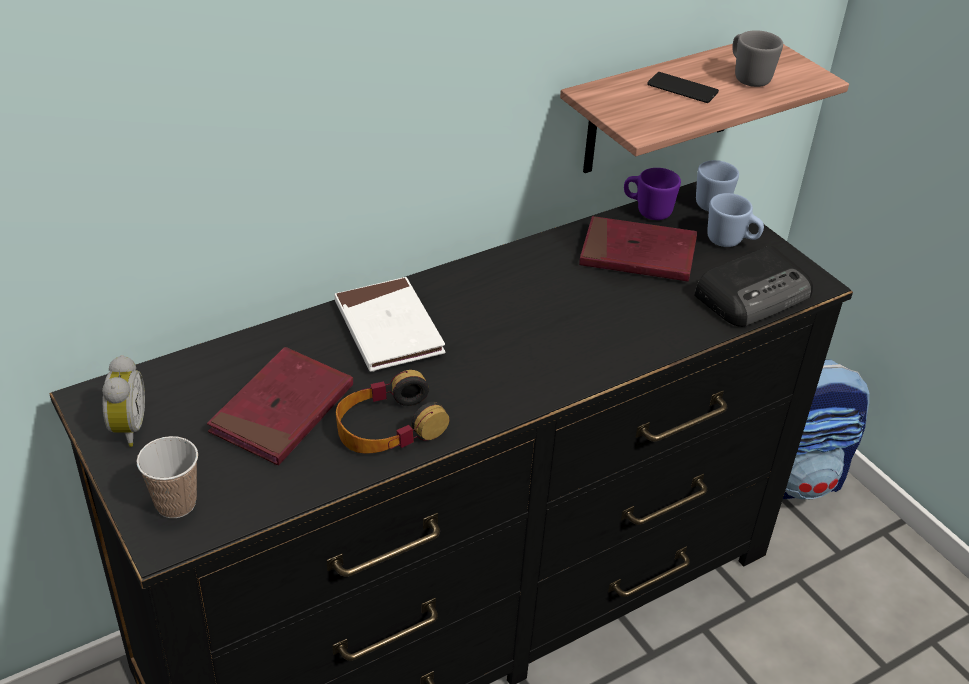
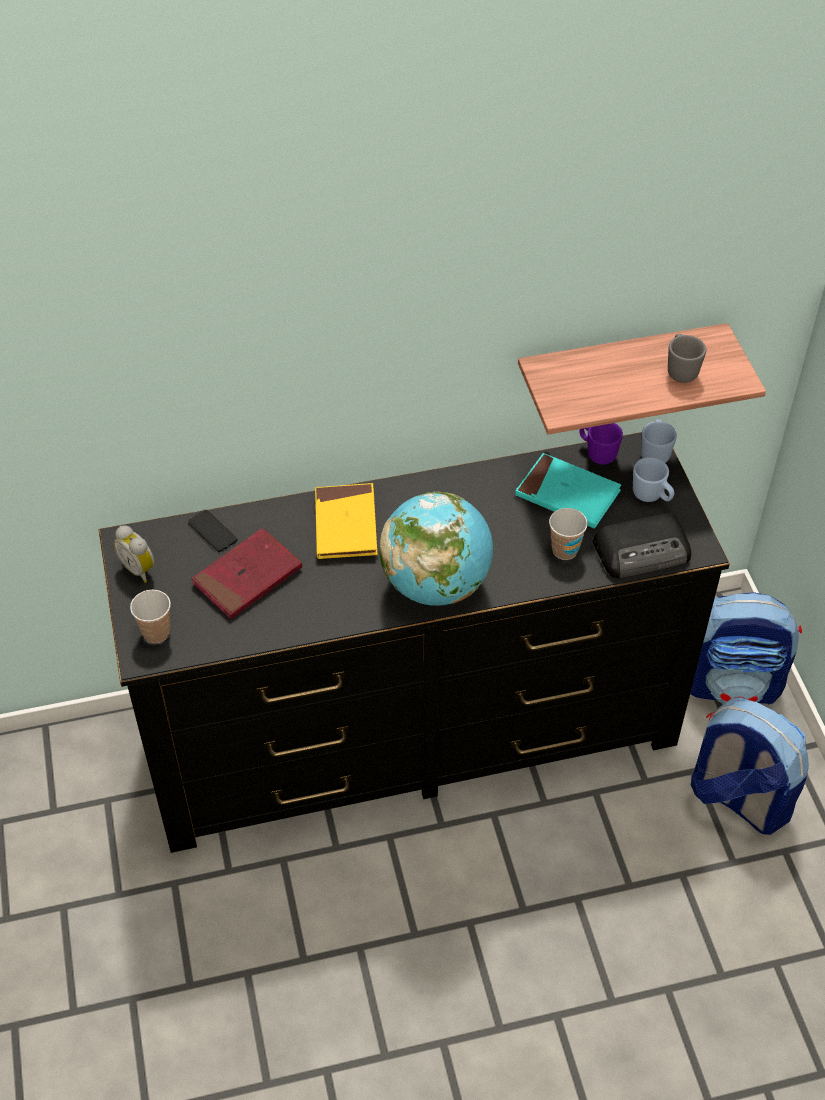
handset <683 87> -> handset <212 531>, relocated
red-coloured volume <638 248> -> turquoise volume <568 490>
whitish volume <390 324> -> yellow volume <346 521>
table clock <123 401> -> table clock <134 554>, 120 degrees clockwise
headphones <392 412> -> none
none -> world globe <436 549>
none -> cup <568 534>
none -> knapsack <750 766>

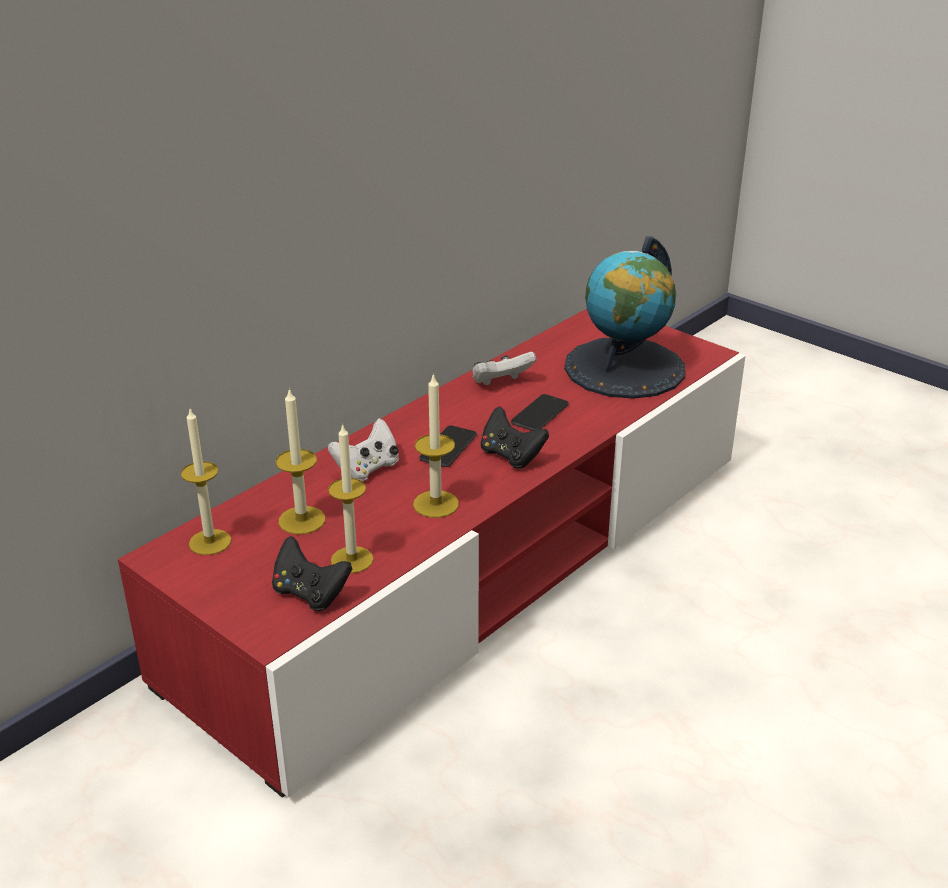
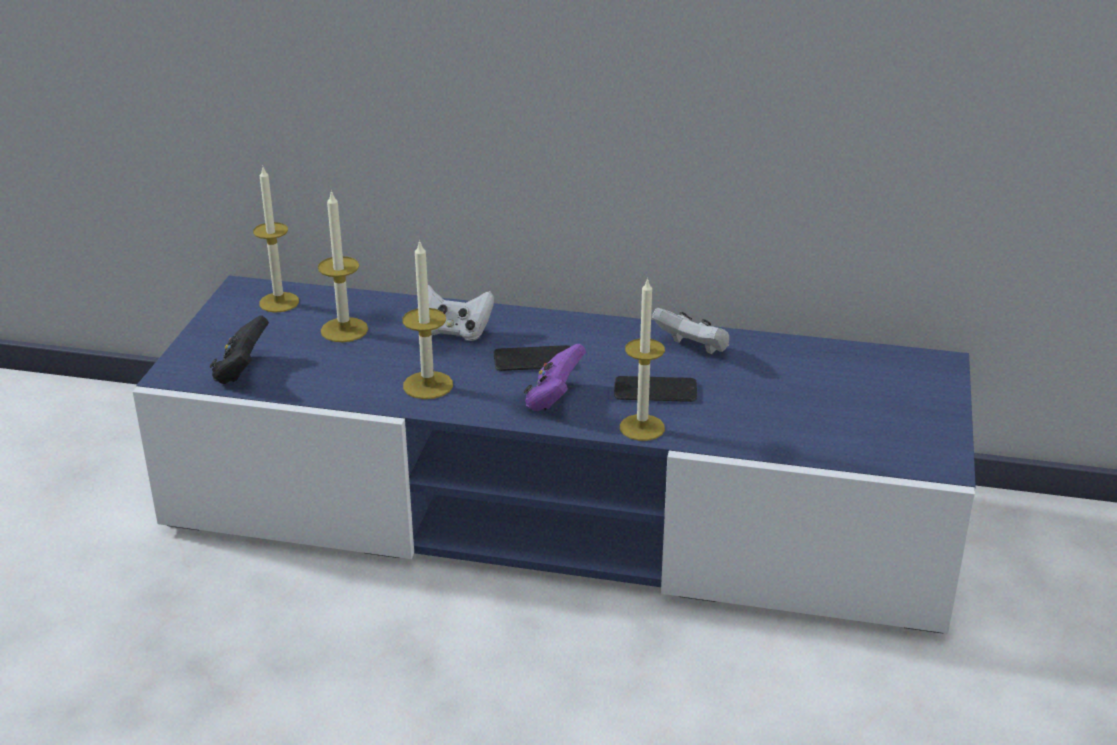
world globe <624 317> -> none
red-coloured tv stand <431 553> -> blue-coloured tv stand <554 455>
blackish joypad <515 437> -> purplish joypad <555 377>
candle <351 498> -> candle <642 359>, relocated

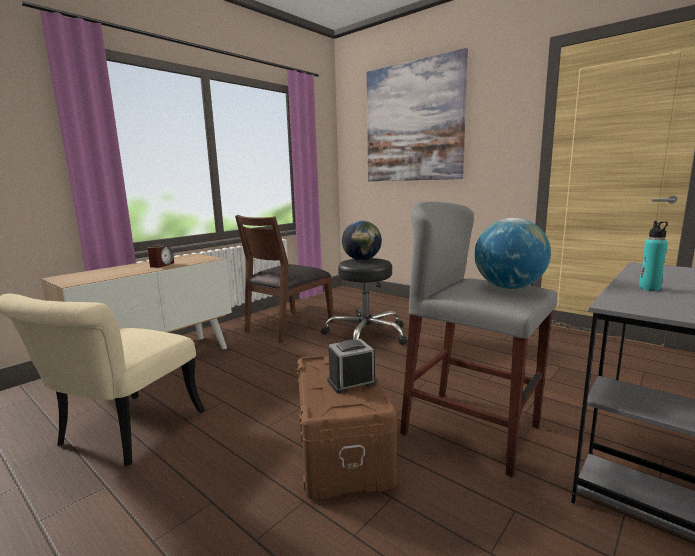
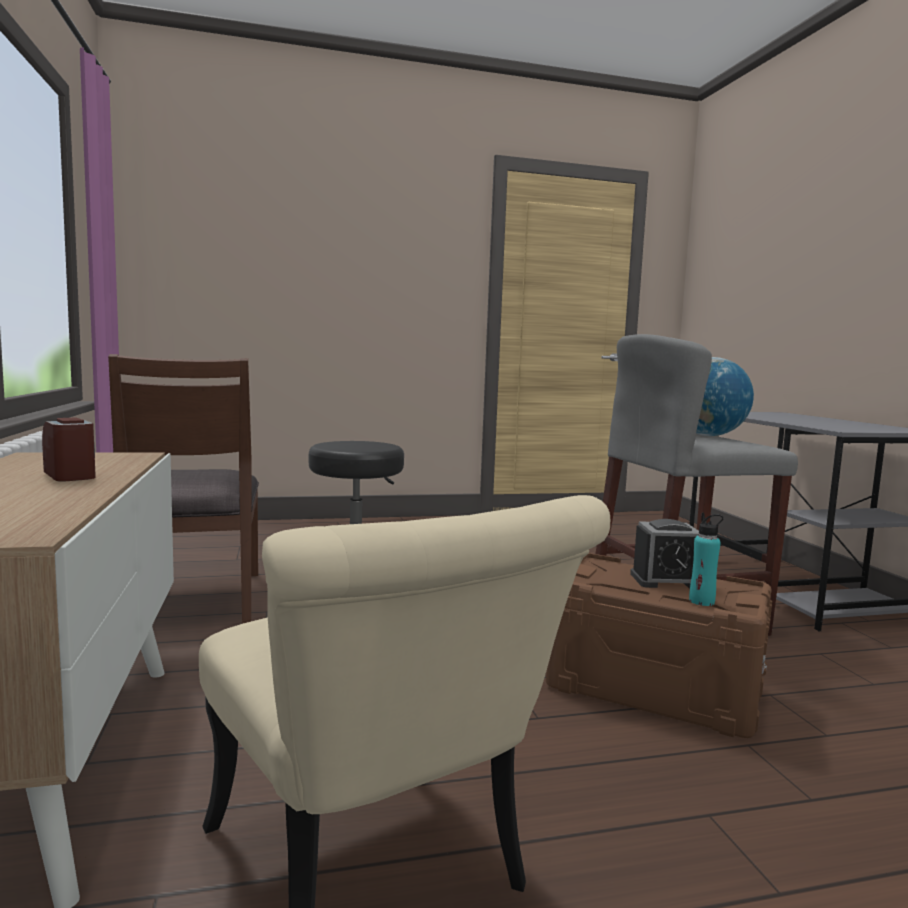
wall picture <417 114> -> none
world globe <362 240> -> none
turquoise bottle <653 256> -> turquoise bottle <706 559>, relocated
table clock <352 366> -> table clock <664 554>, 105 degrees counterclockwise

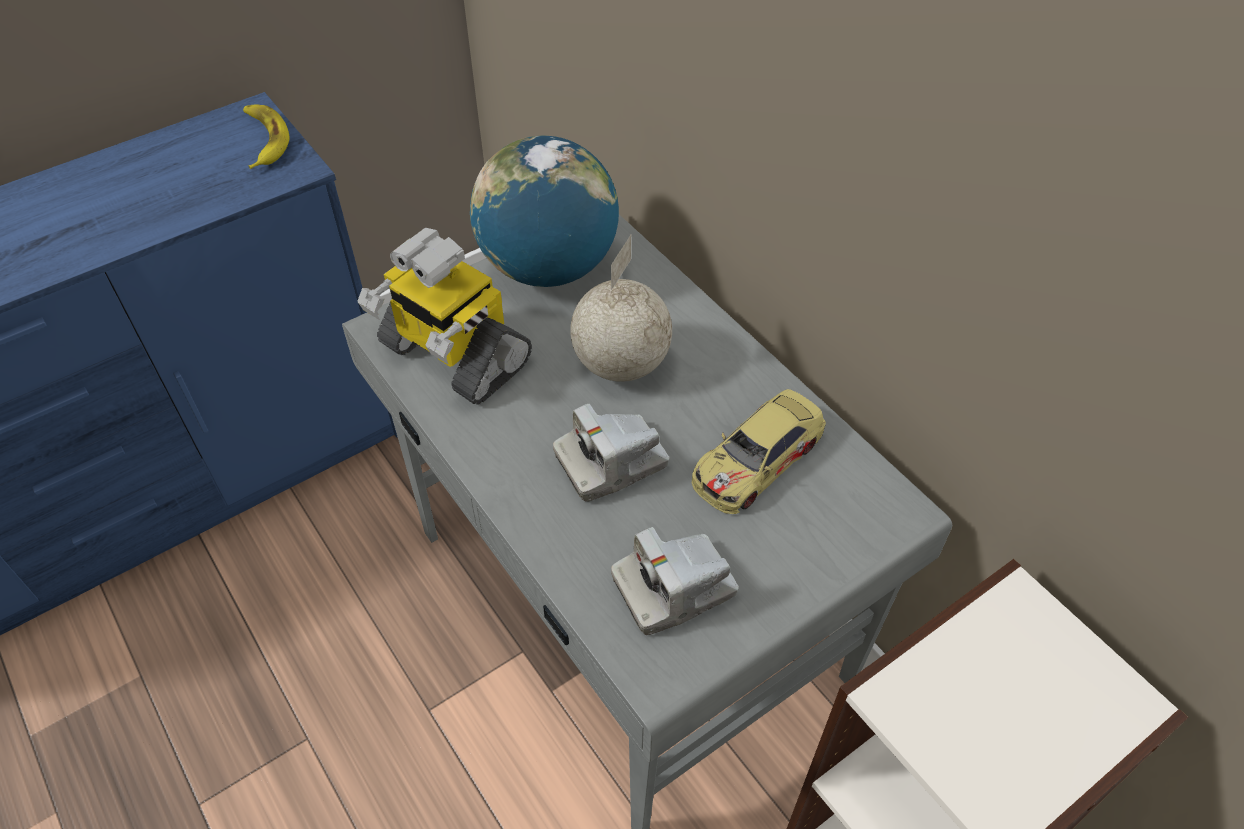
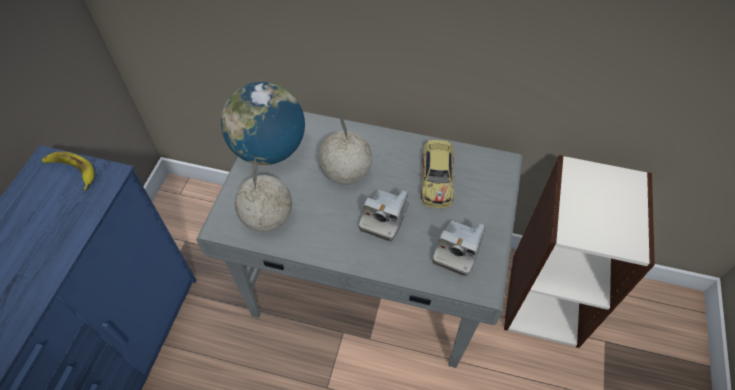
toy robot <444 316> -> world globe <263 195>

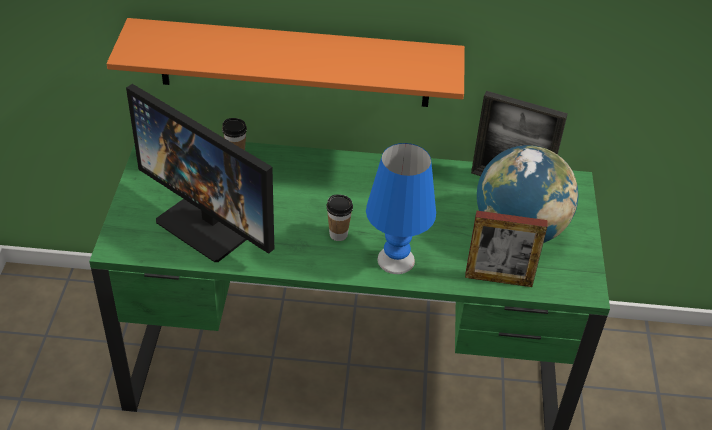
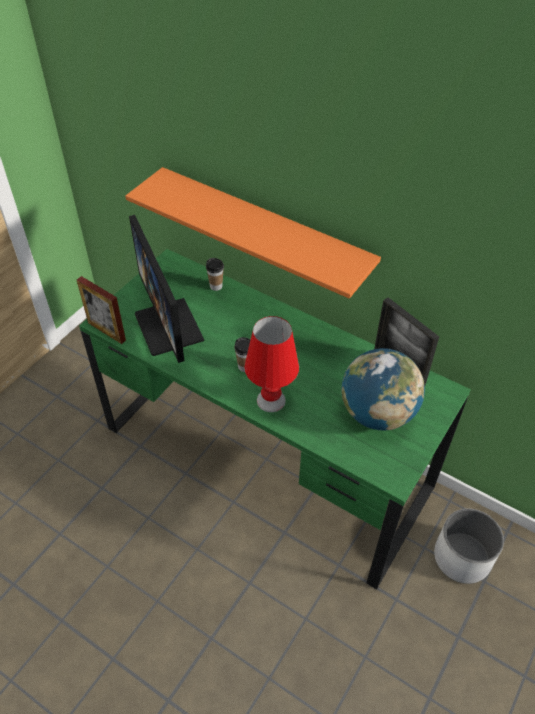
blue-coloured tabletop lamp <401 208> -> red-coloured tabletop lamp <271 364>
photo frame <506 249> -> photo frame <101 310>, relocated
none -> whitish planter <469 546>

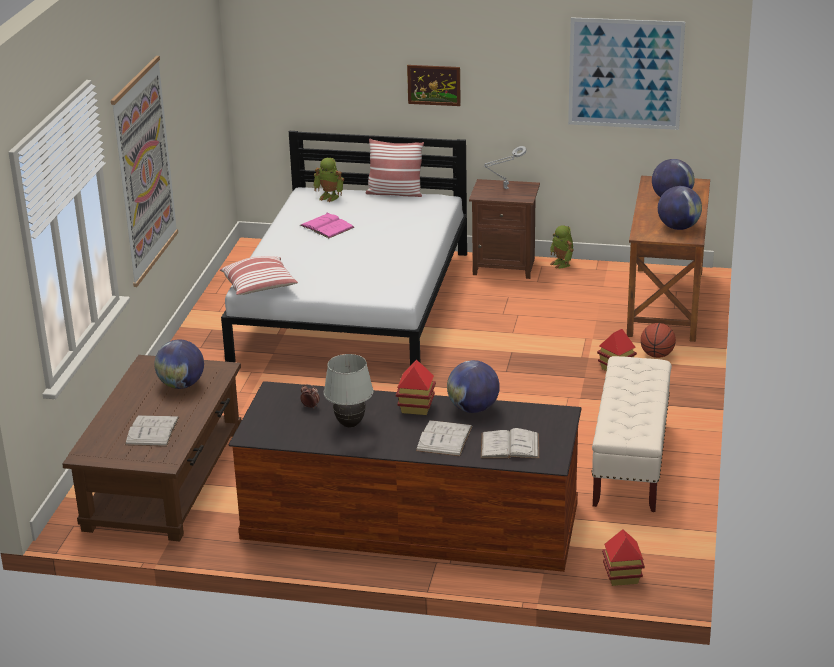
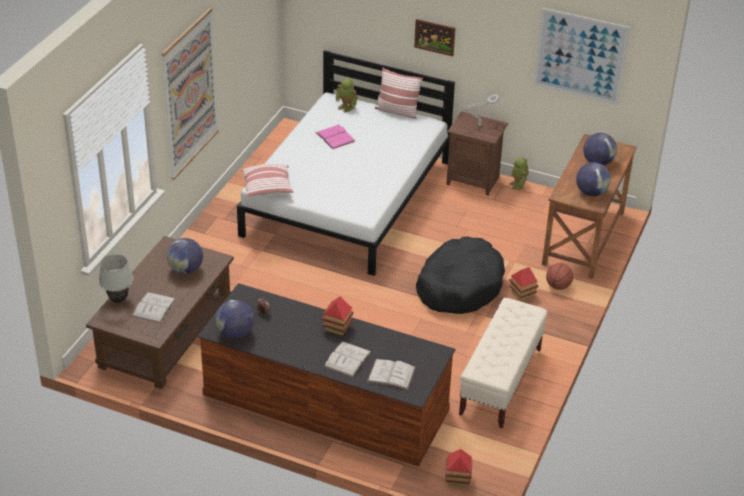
whitish tabletop lamp <349 390> -> whitish tabletop lamp <116 278>, relocated
world globe <473 386> -> world globe <234 319>, relocated
none -> blackish pet bed <460 275>

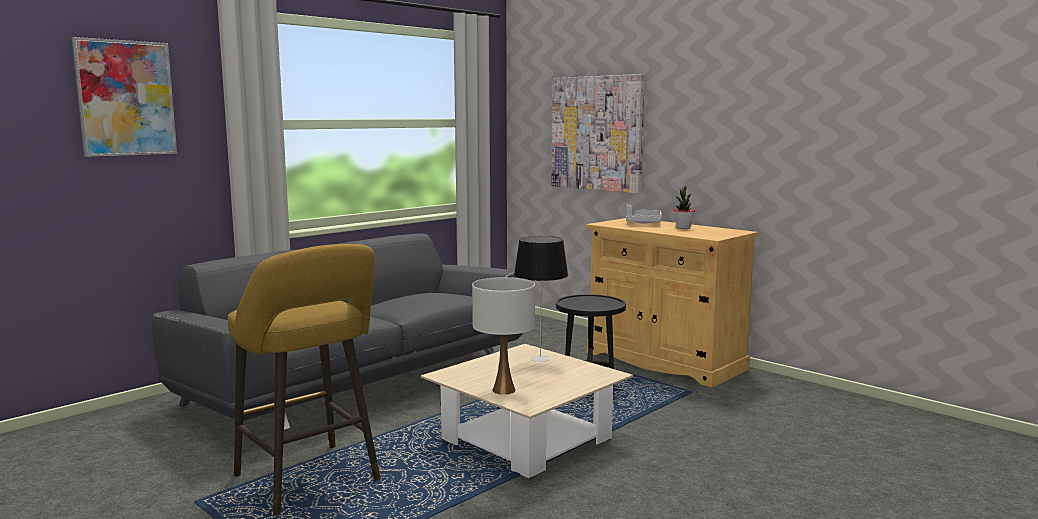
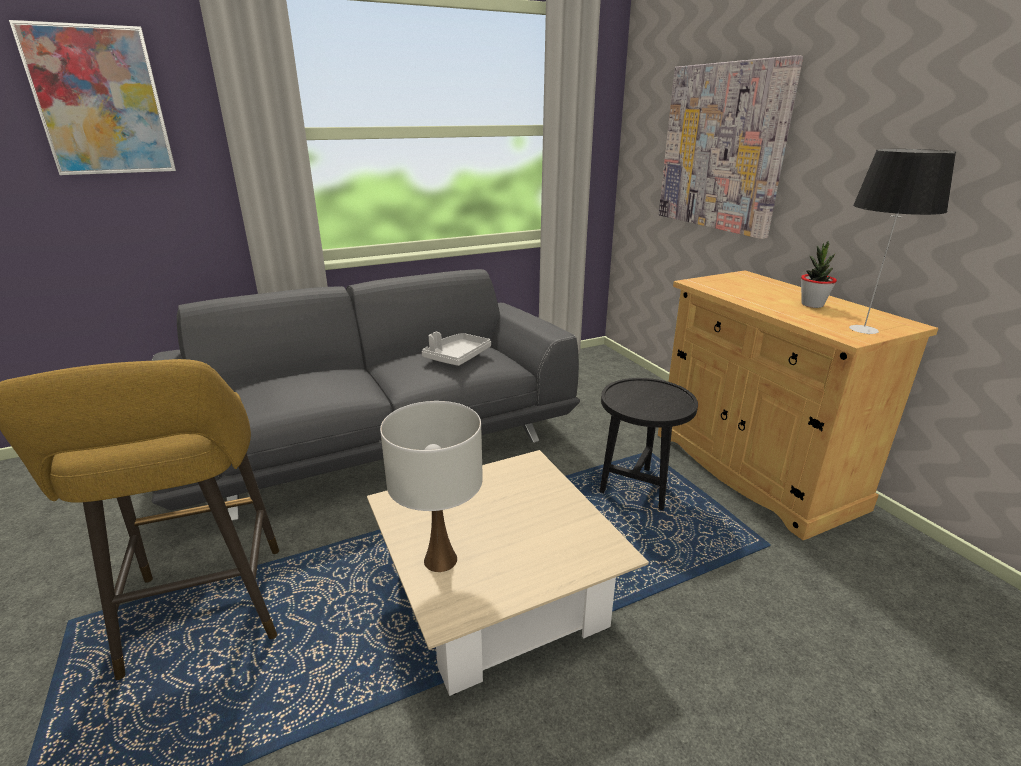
gray serving tray <644 214> -> gray serving tray <456 349>, relocated
tabletop lamp <541 299> -> tabletop lamp <902 241>, relocated

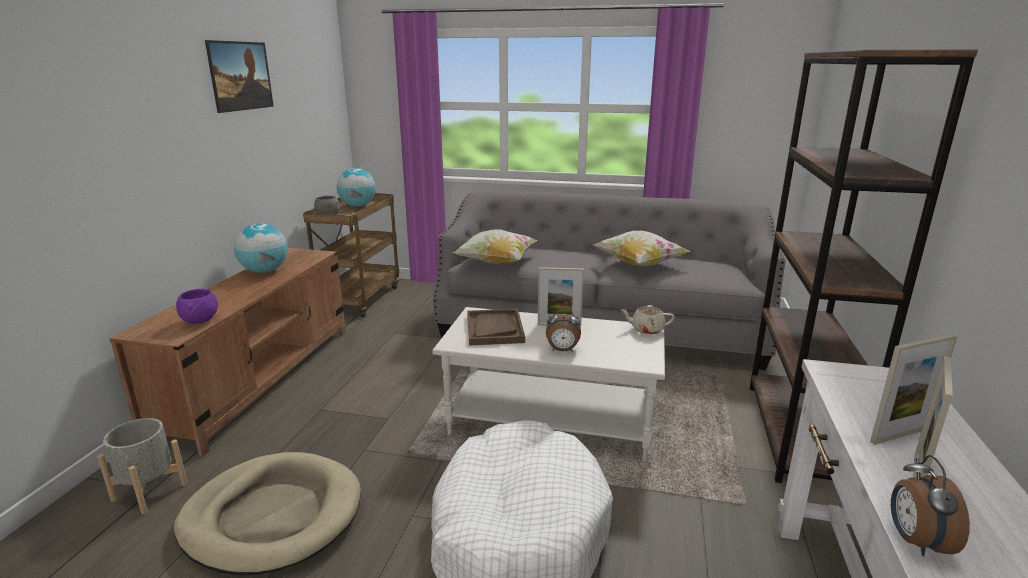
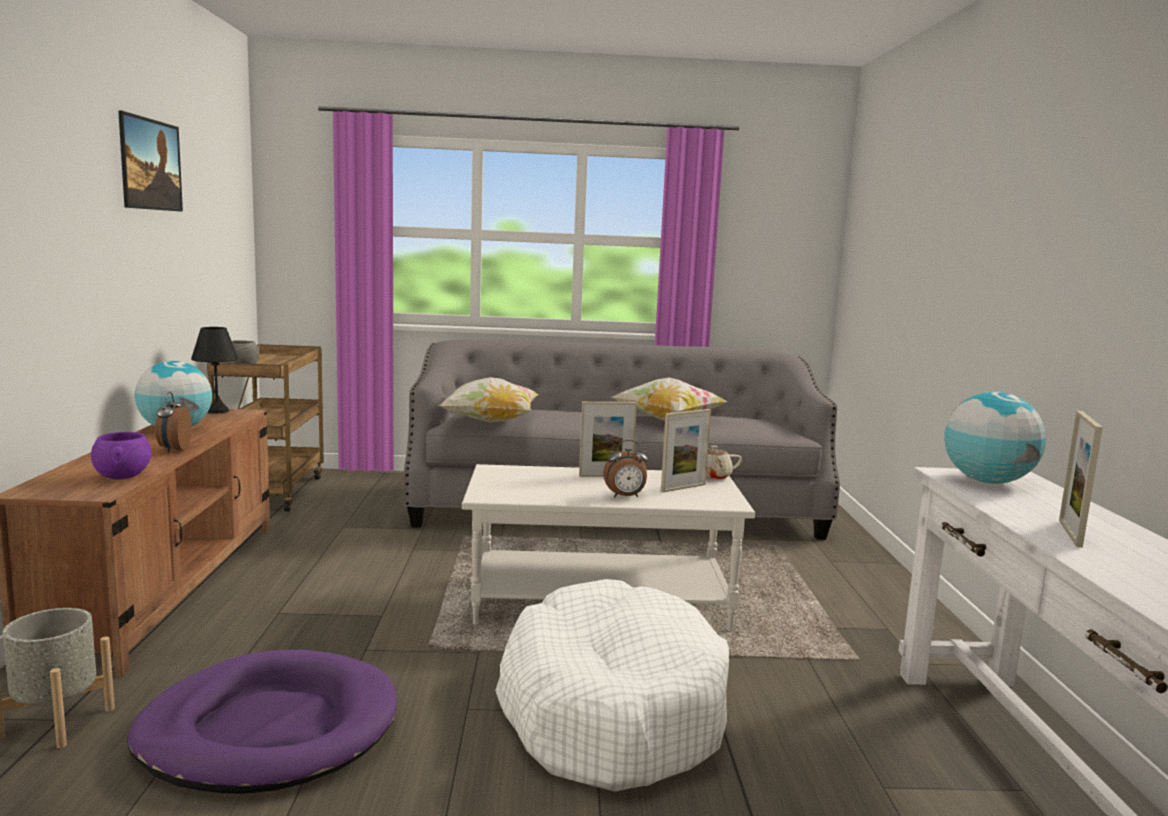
brown bookcase <864 266> -> none
world globe <356 187> -> world globe <995 438>, relocated
brown serving tray <496 327> -> none
photo frame <913 389> -> photo frame <686 450>, relocated
sand-coloured pet bed <267 513> -> purplish pet bed <262 722>
table clock <930 505> -> table clock <173 422>, relocated
none -> blackish tabletop lamp <214 370>

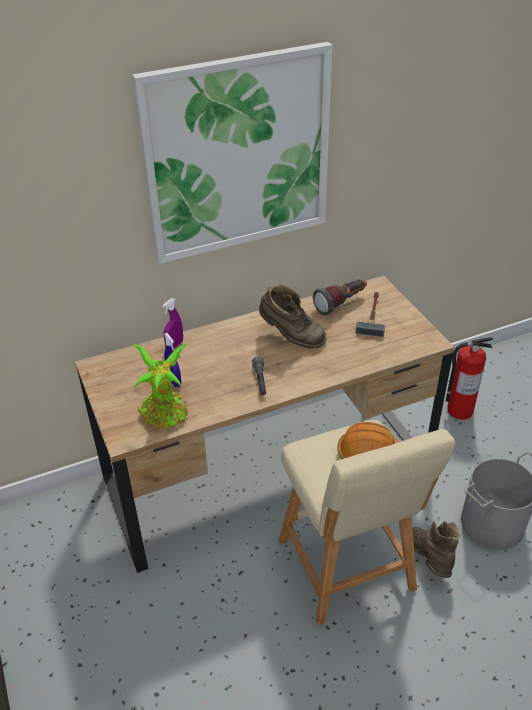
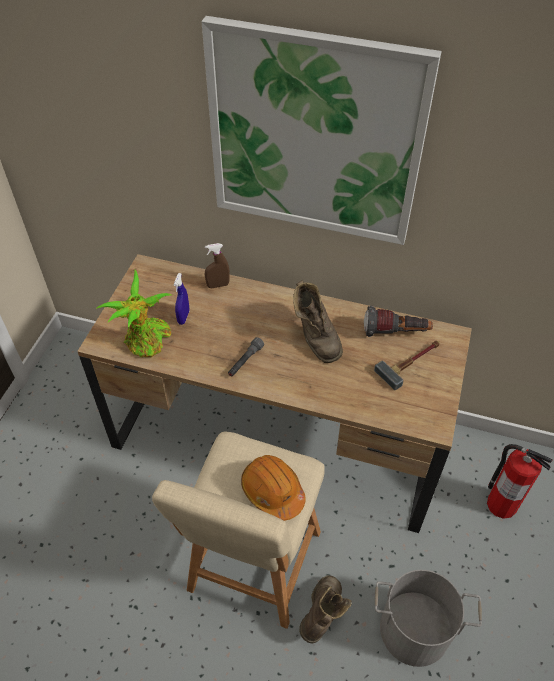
purplish hand sprayer <172 323> -> brown hand sprayer <217 265>

